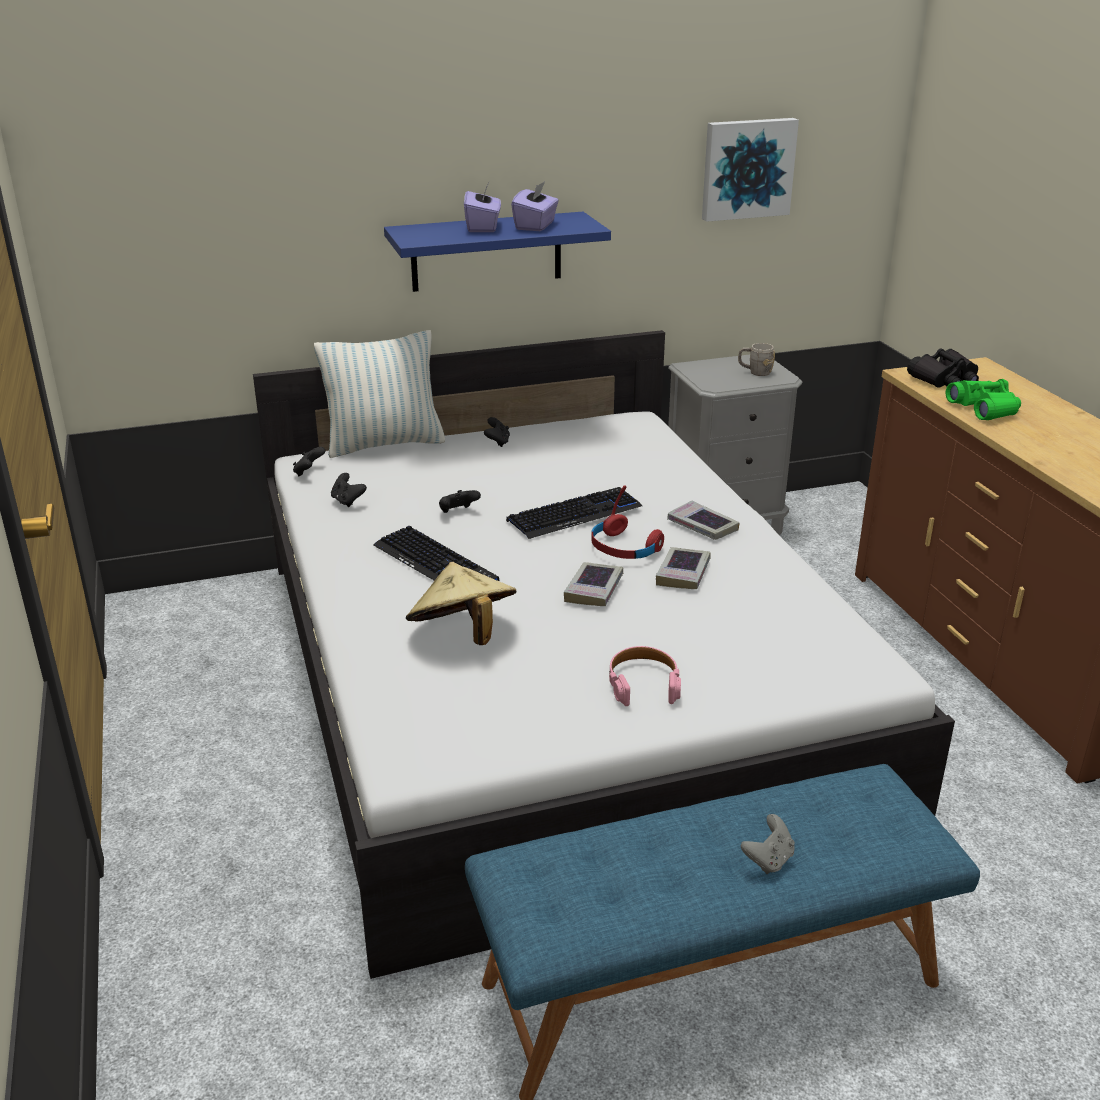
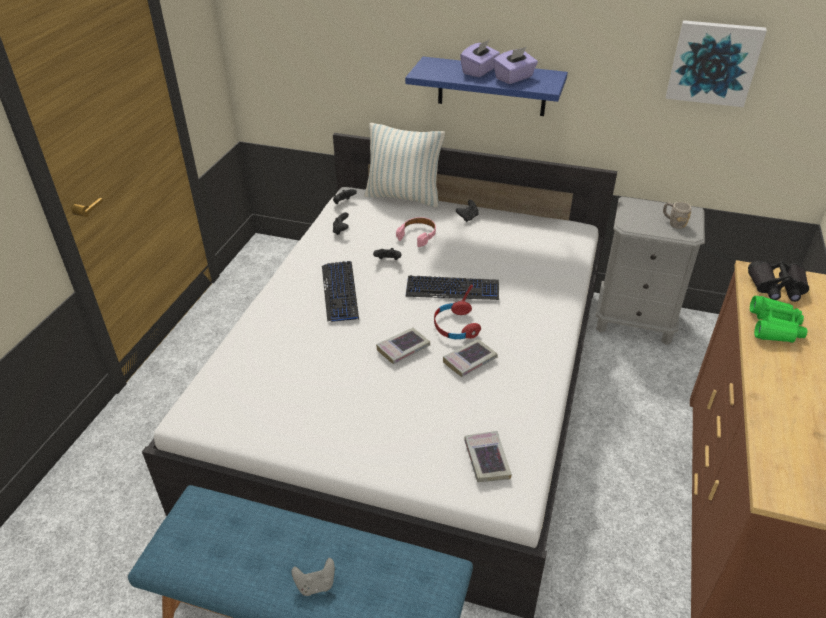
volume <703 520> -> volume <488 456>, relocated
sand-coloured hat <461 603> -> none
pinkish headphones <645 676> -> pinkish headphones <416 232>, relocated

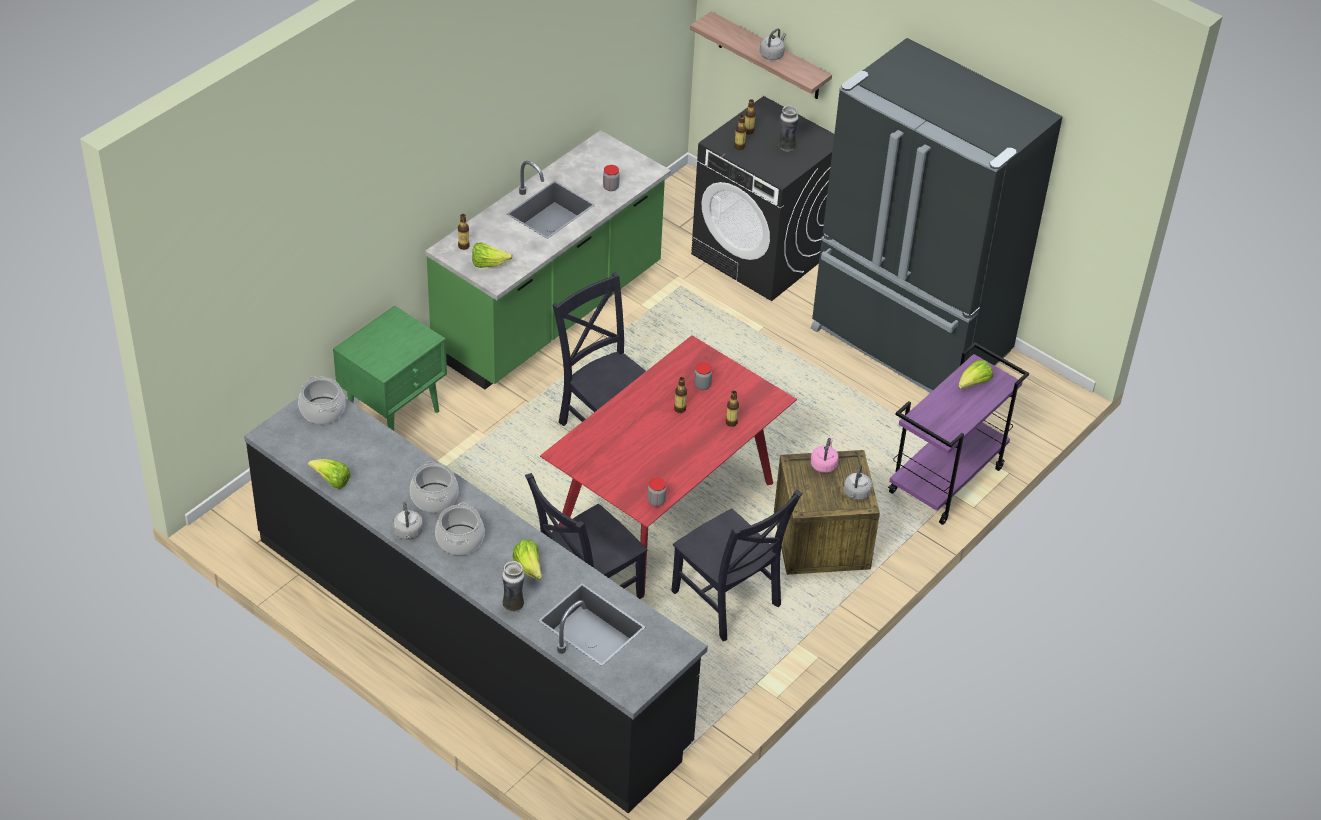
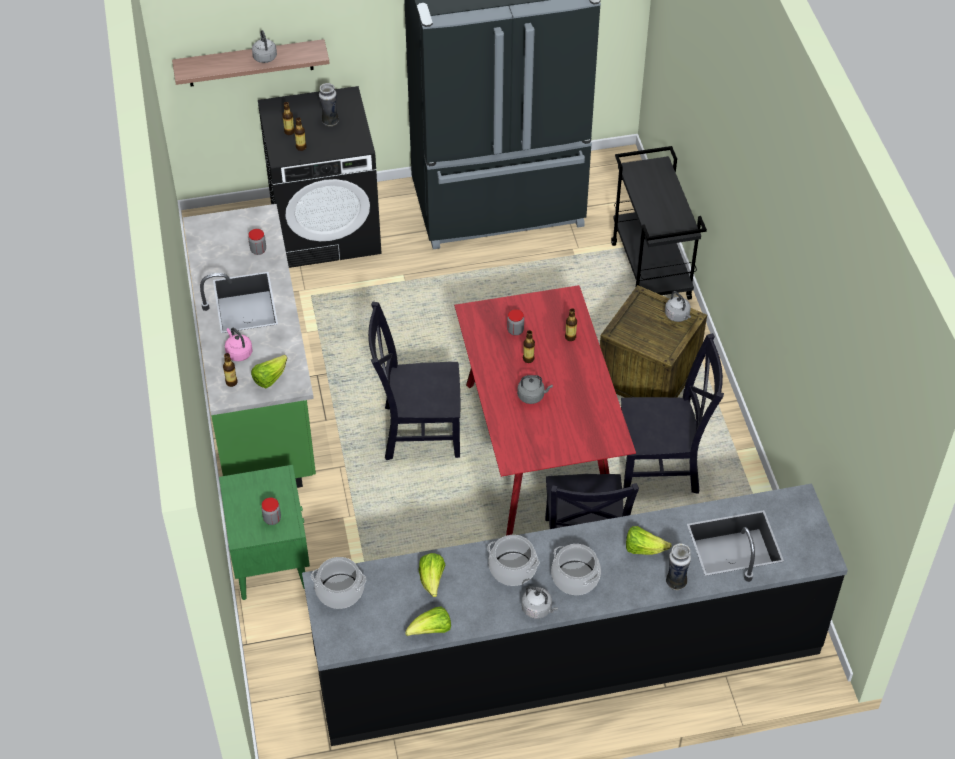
purplish wheeled cart <958 433> -> blackish wheeled cart <659 223>
head of lettuce <975 374> -> head of lettuce <432 575>, relocated
pinkish tea kettle <825 455> -> pinkish tea kettle <239 344>, relocated
preserve jar <657 492> -> preserve jar <271 511>, relocated
none -> gray tea kettle <535 389>

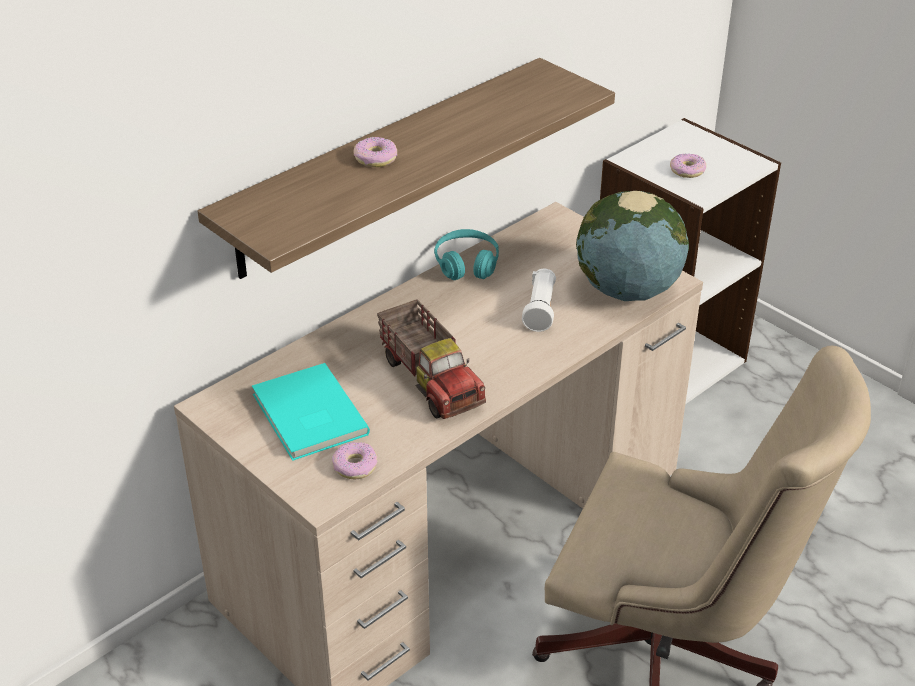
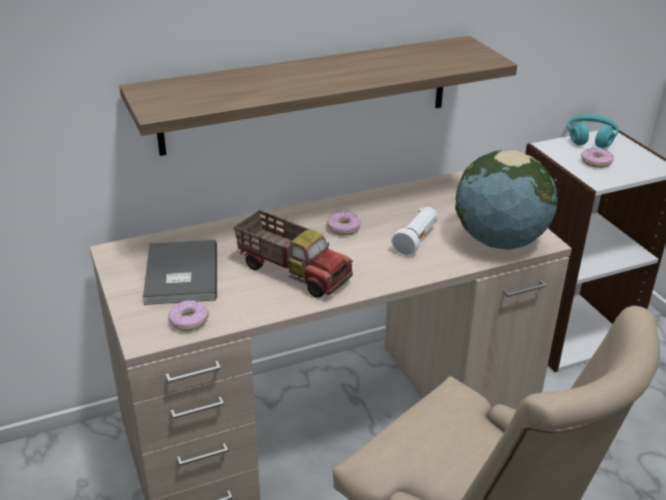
doughnut <375 152> -> doughnut <344 223>, relocated
turquoise headphones <466 254> -> turquoise headphones <593 131>, relocated
toy lorry <431 359> -> toy lorry <293 254>, 45 degrees counterclockwise
turquoise volume <311 412> -> gray volume <180 272>

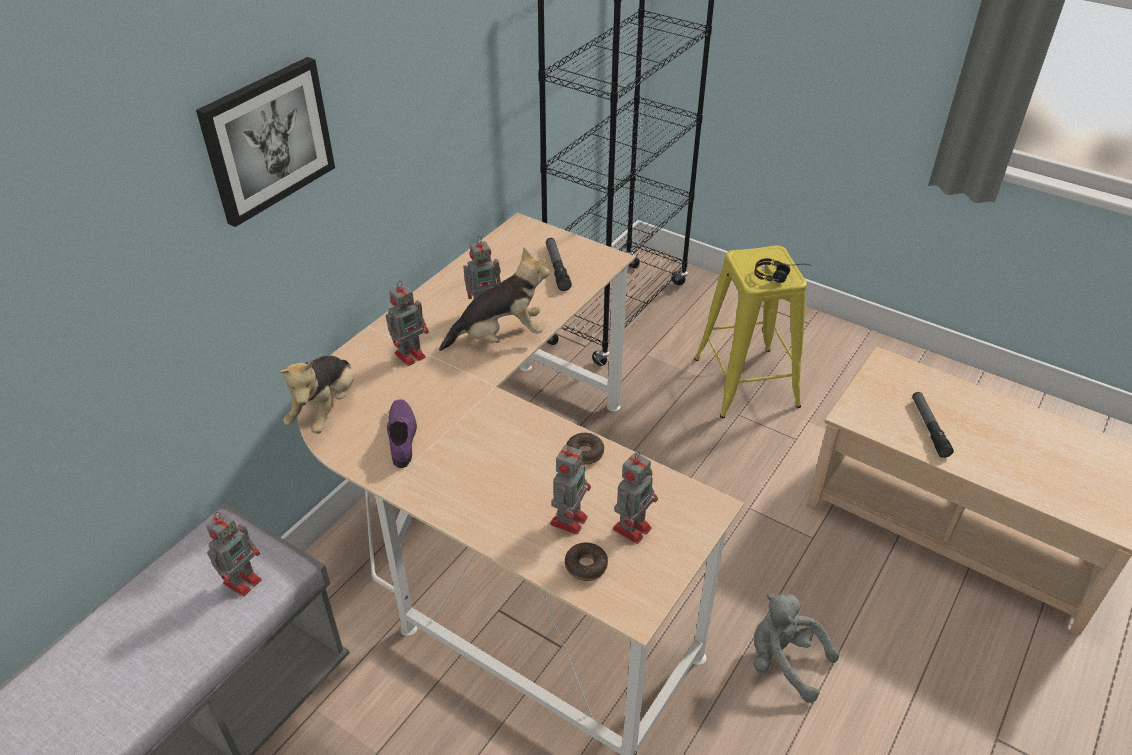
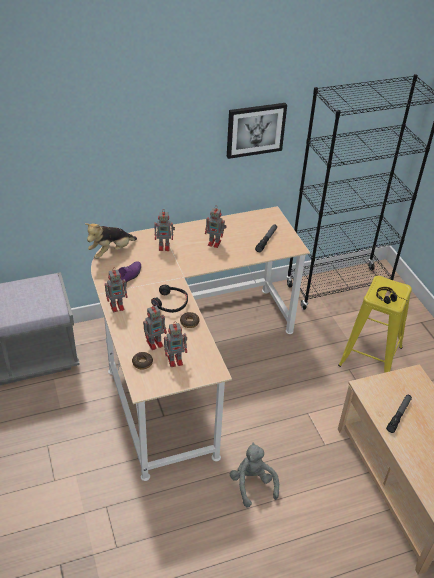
wall picture <265 142> -> wall picture <257 131>, relocated
plush toy <494 299> -> none
toy robot <234 554> -> toy robot <116 290>, relocated
none -> blackish headphones <169 299>

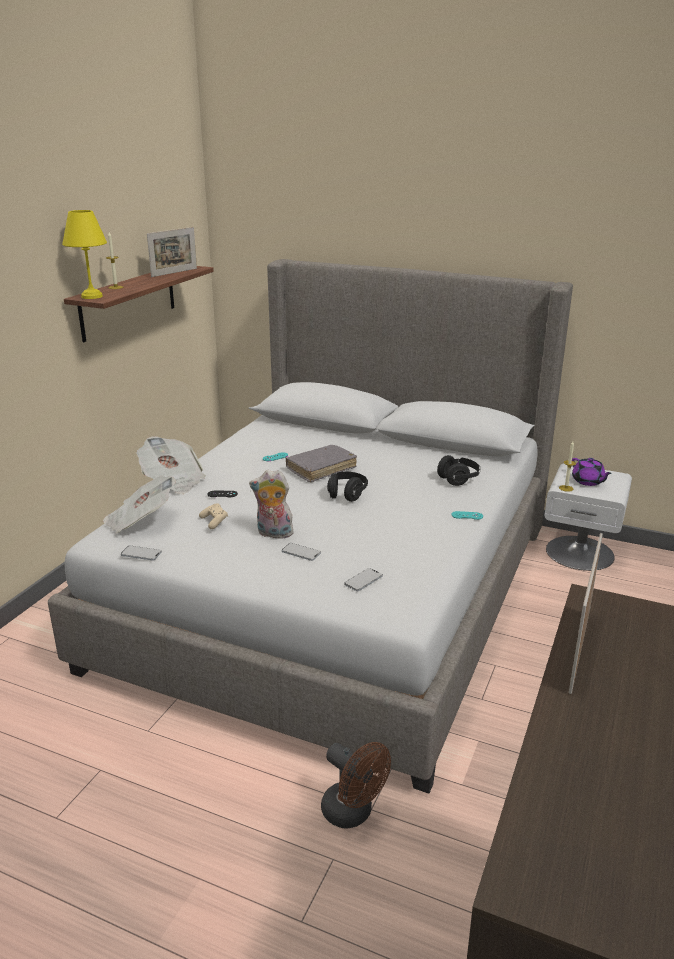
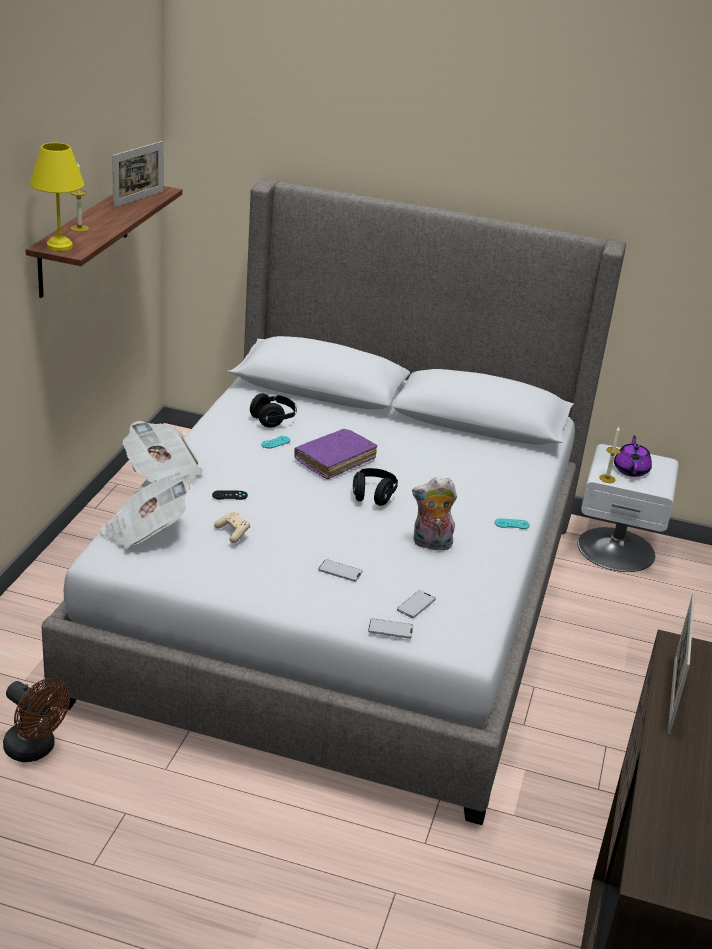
gray volume <321 463> -> purplish volume <336 454>
blackish headphones <459 470> -> blackish headphones <273 410>, relocated
purplish pot for tea <592 472> -> purplish pot for tea <633 456>, 135 degrees counterclockwise
plush toy <271 504> -> plush toy <434 514>, relocated
handset <141 553> -> handset <390 628>, relocated
brown cooling fan <356 785> -> brown cooling fan <36 720>, relocated

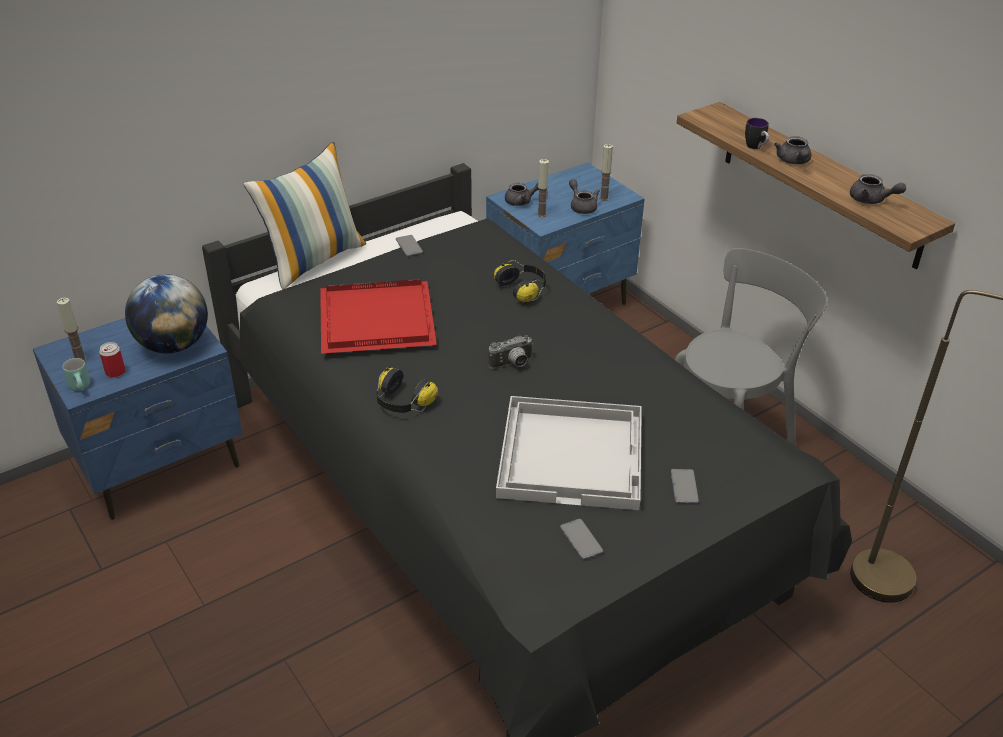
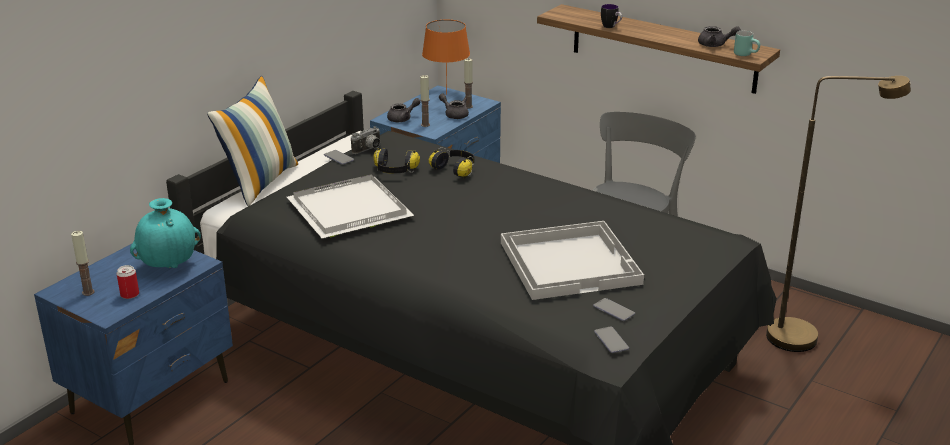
gray pot for tea <792 150> -> none
world globe <166 313> -> turquoise decorative vase <165 233>
red-coloured serving tray <378 316> -> whitish serving tray <351 206>
still camera <511 352> -> still camera <366 140>, relocated
turquoise tea mug <76 374> -> turquoise tea mug <747 43>, relocated
headphones <407 390> -> headphones <396 161>, relocated
handset <685 486> -> handset <611 340>, relocated
none -> orange tabletop lamp <446 57>

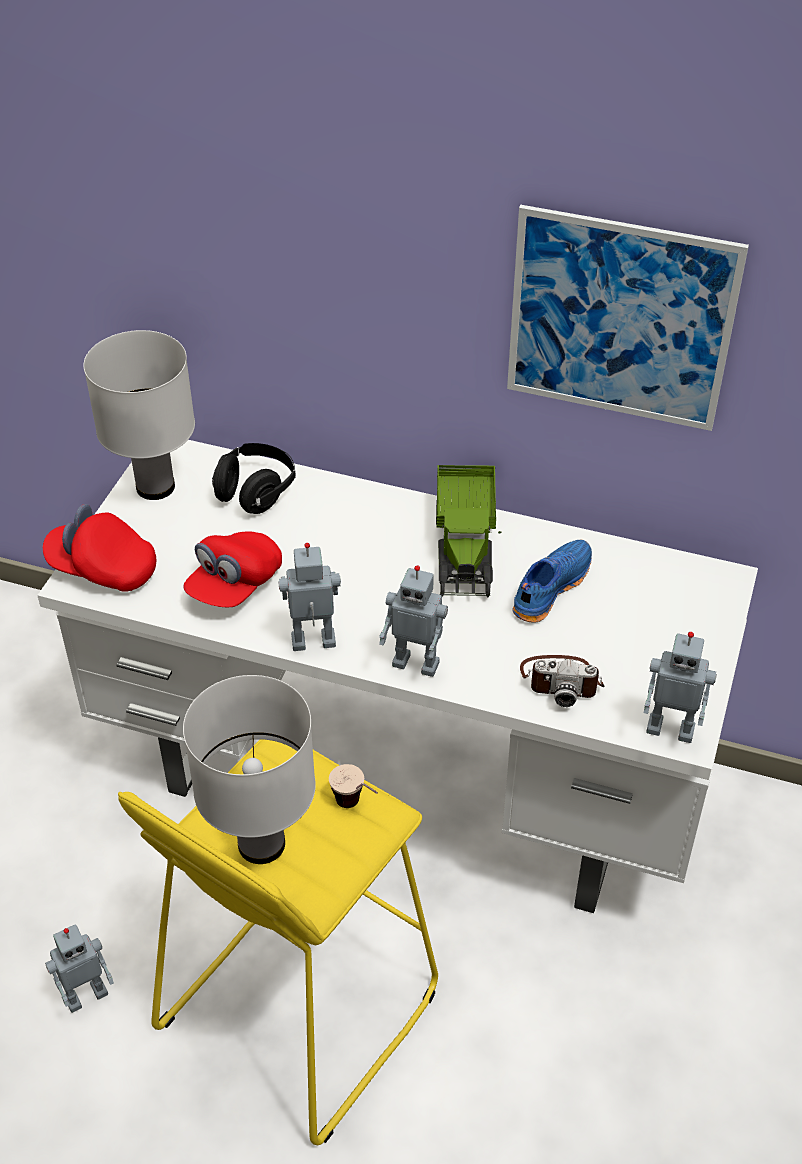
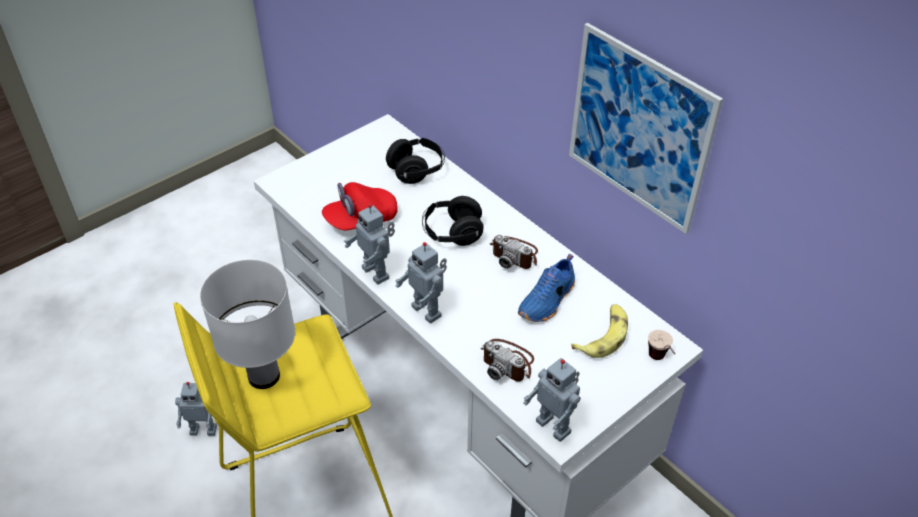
whitish tabletop lamp <139 415> -> none
toy lorry <469 531> -> still camera <514 252>
red-coloured cap <99 548> -> none
blue-coloured shoe <552 581> -> blue-coloured shoe <546 288>, 150 degrees clockwise
toy robot <309 597> -> toy robot <369 244>, 150 degrees counterclockwise
cup <353 786> -> cup <661 345>, relocated
none -> blackish headphones <453 221>
none -> banana fruit <599 331>

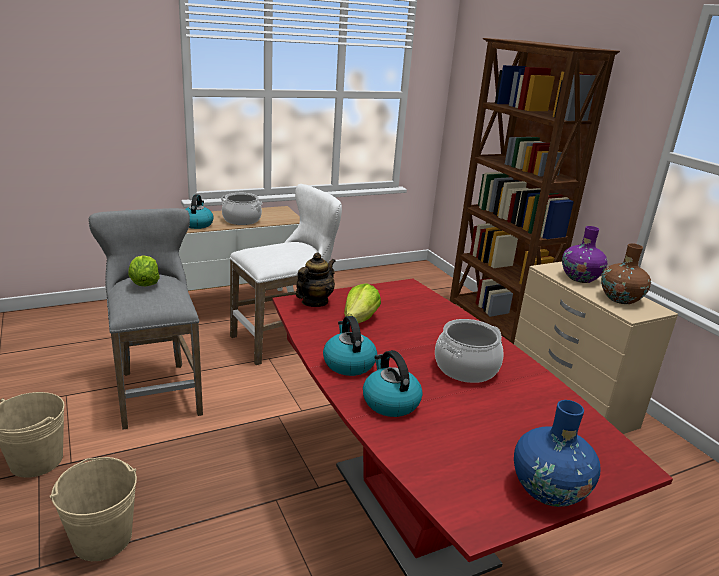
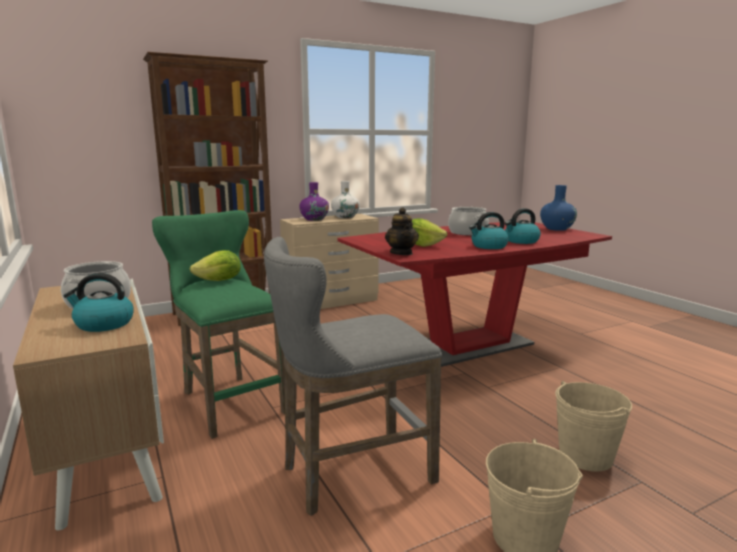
whitish stool seat <286 274> -> green-coloured stool seat <218 324>
brown decorative vase <626 273> -> whitish decorative vase <345 199>
pot for tea <315 279> -> pot for tea <402 231>, 135 degrees counterclockwise
head of lettuce <144 270> -> head of lettuce <215 265>, relocated

